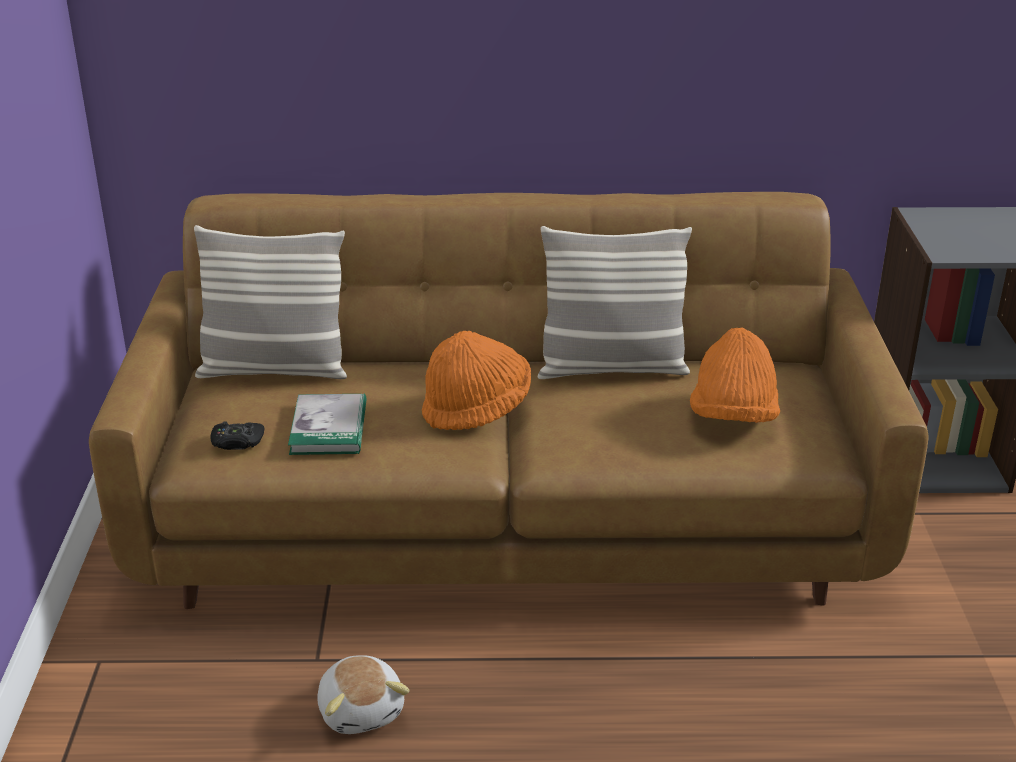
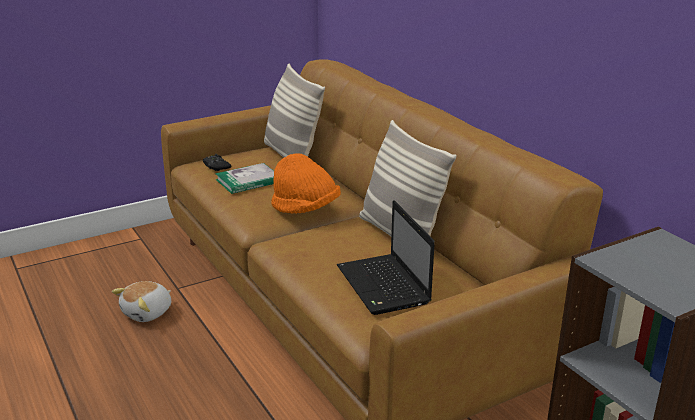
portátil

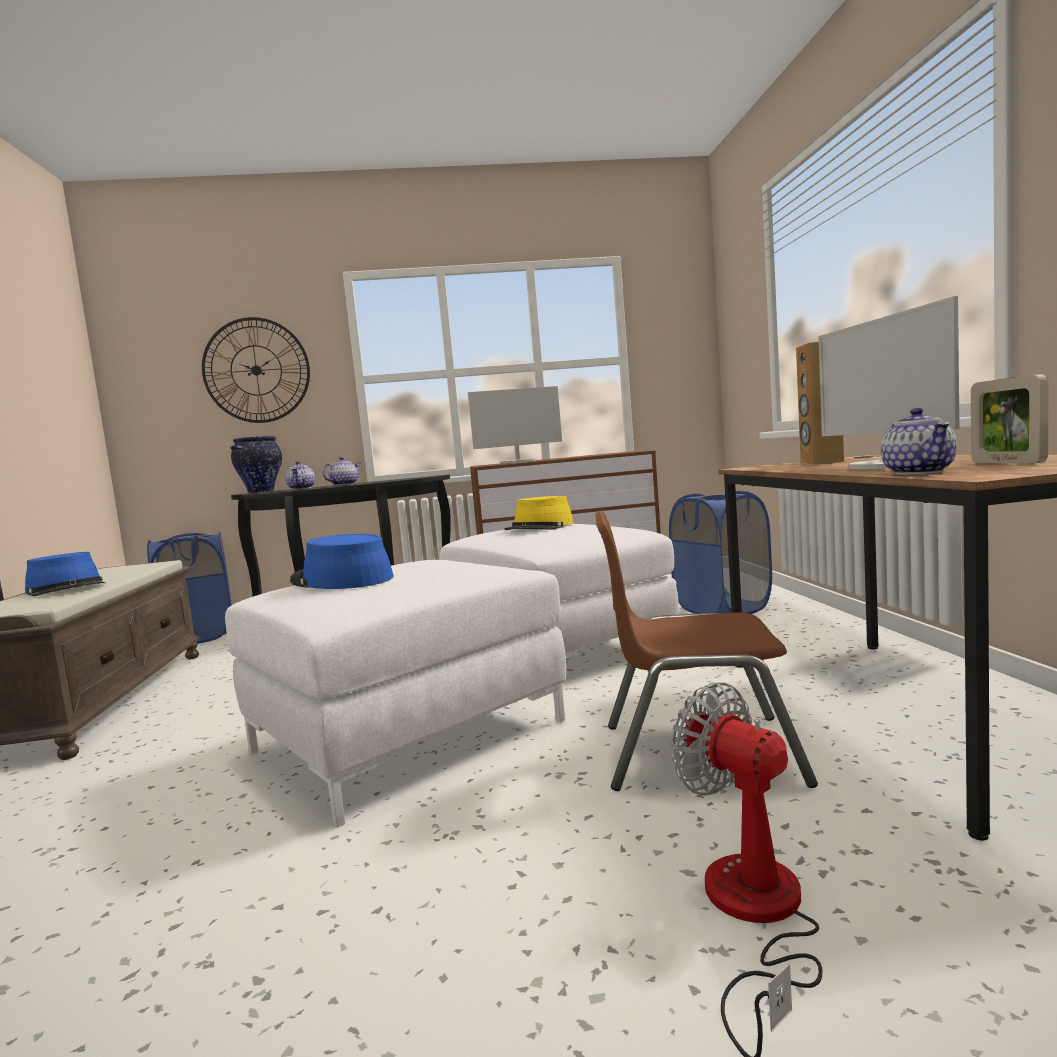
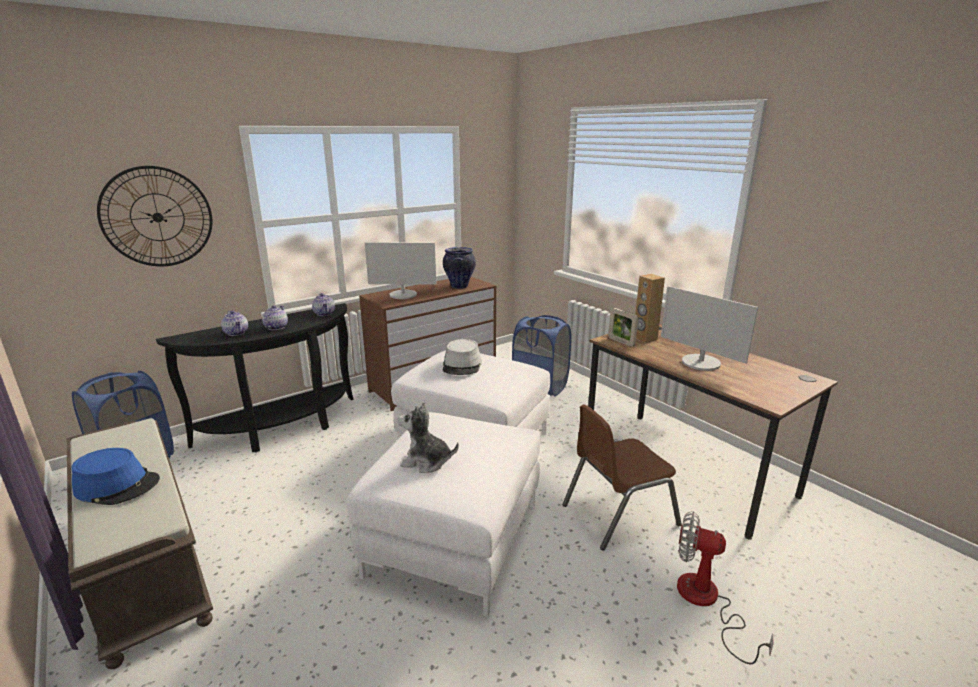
tetera (3rd from left)
monitor (1st from left)
peluche
florero
sombrero (gris)
portarretratos

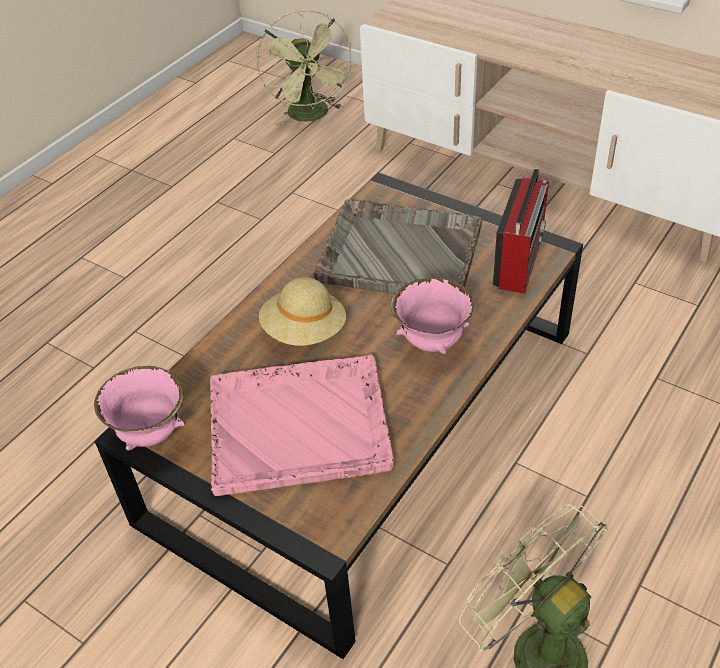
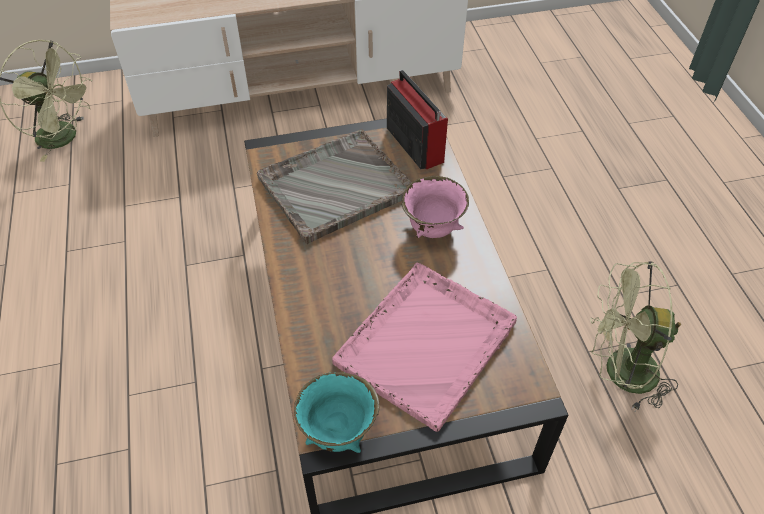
cuenco (turquesa)
sombrero (beis)

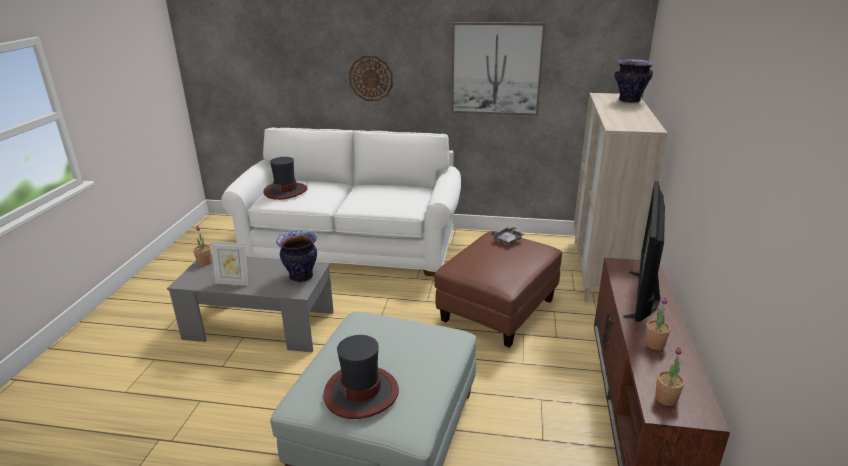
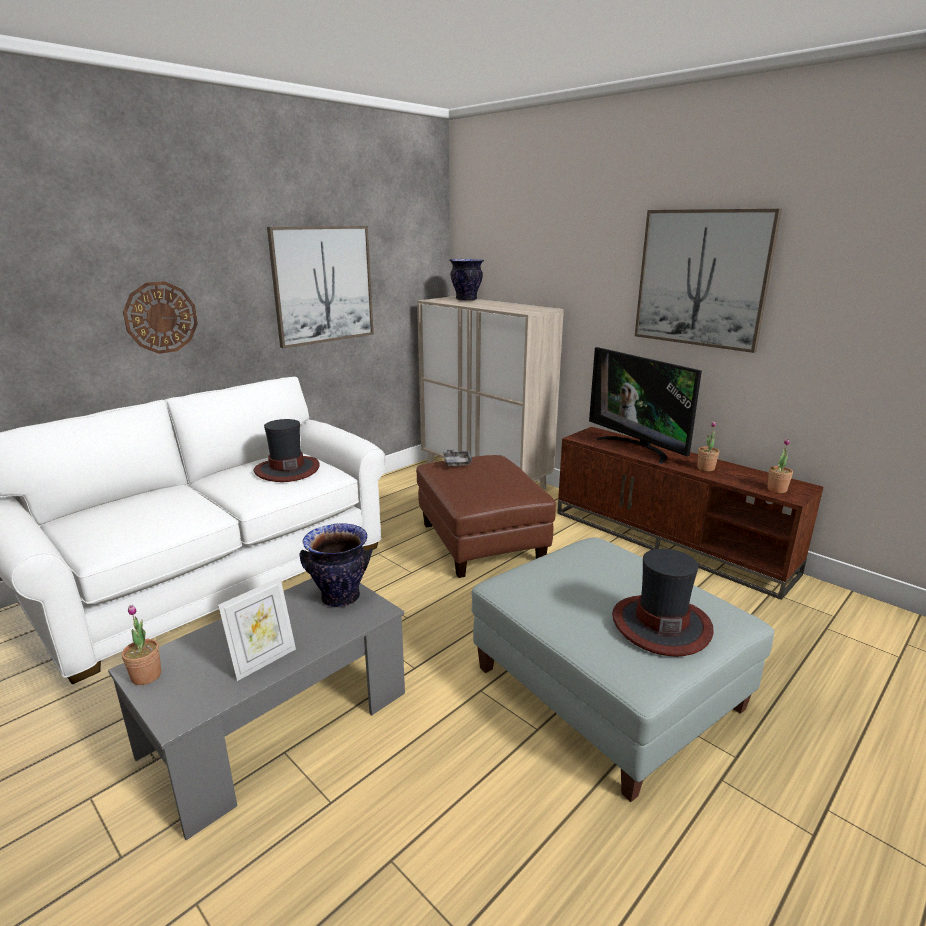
sombrero (1st from left)
cuadro (2nd from left)

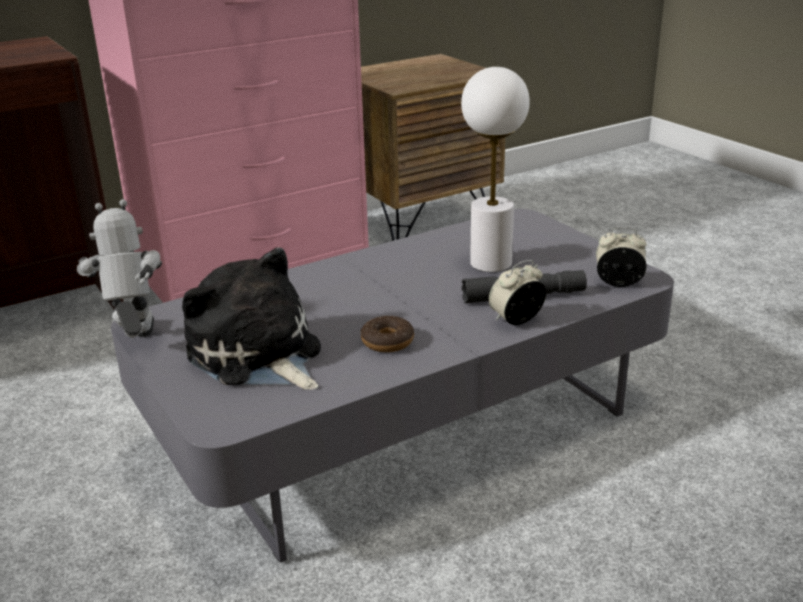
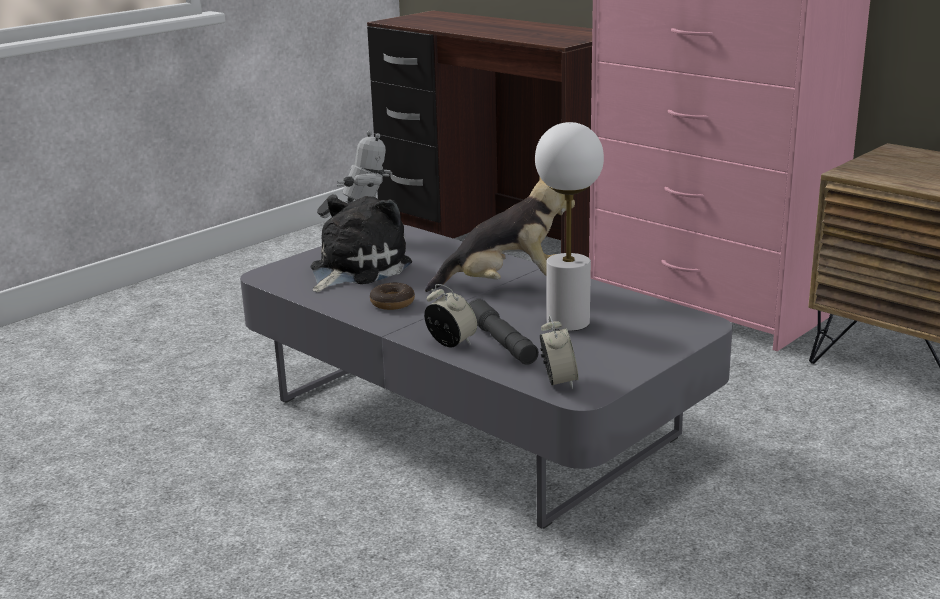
peluche (2nd from left)

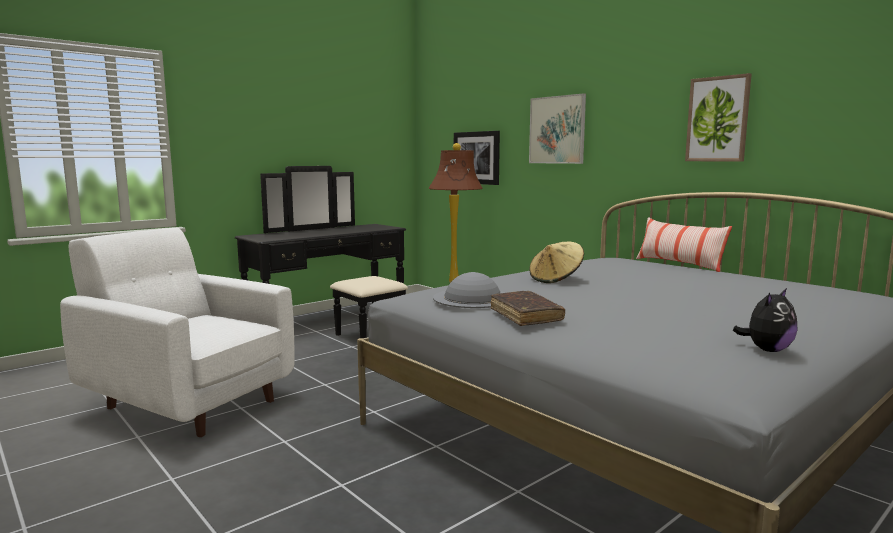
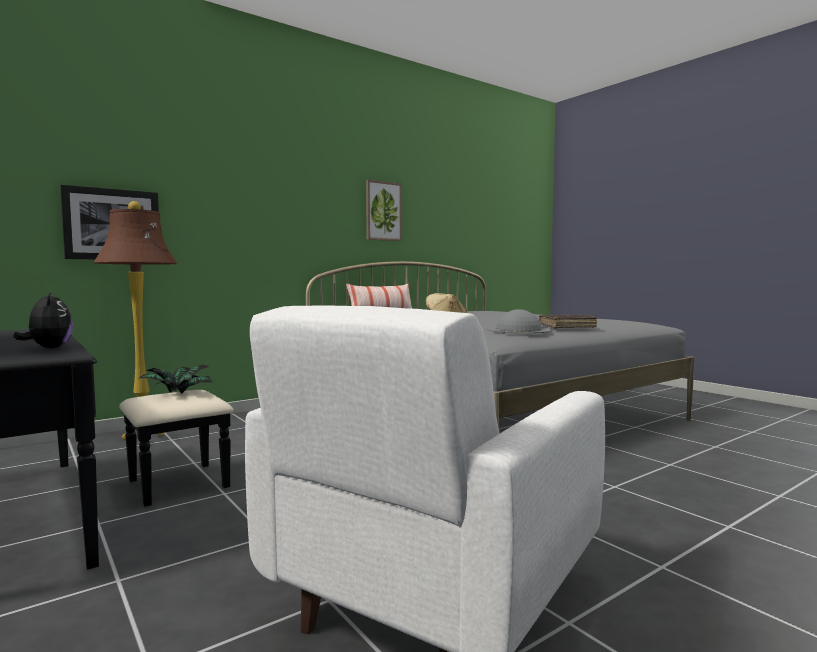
peluche
planta en maceta
cuadro (2nd from left in the first image)

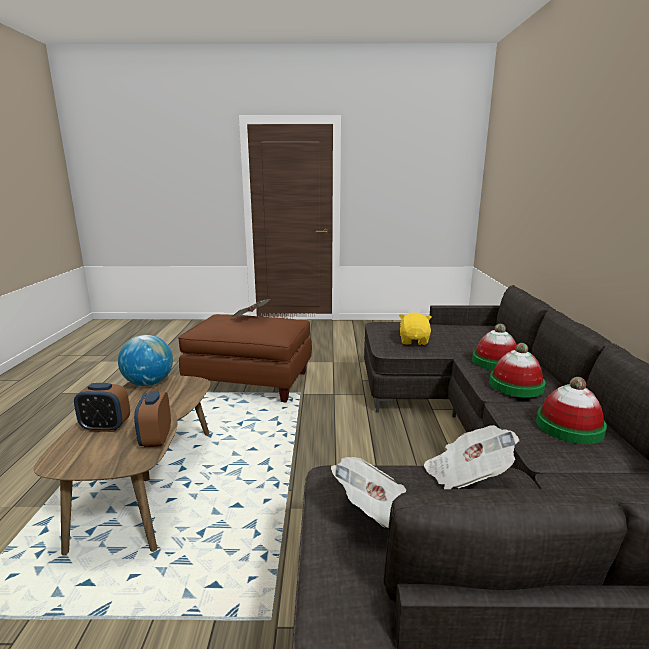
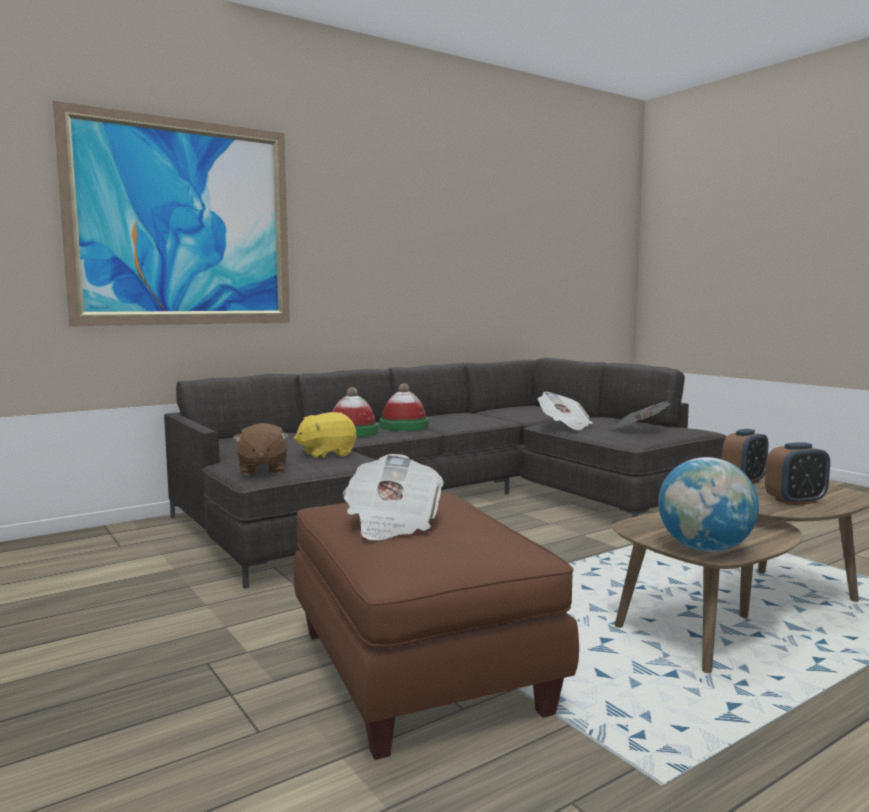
cuadro
peluche (marrón)
despertador (2nd from left)
sombrero (3rd from left in the first image)

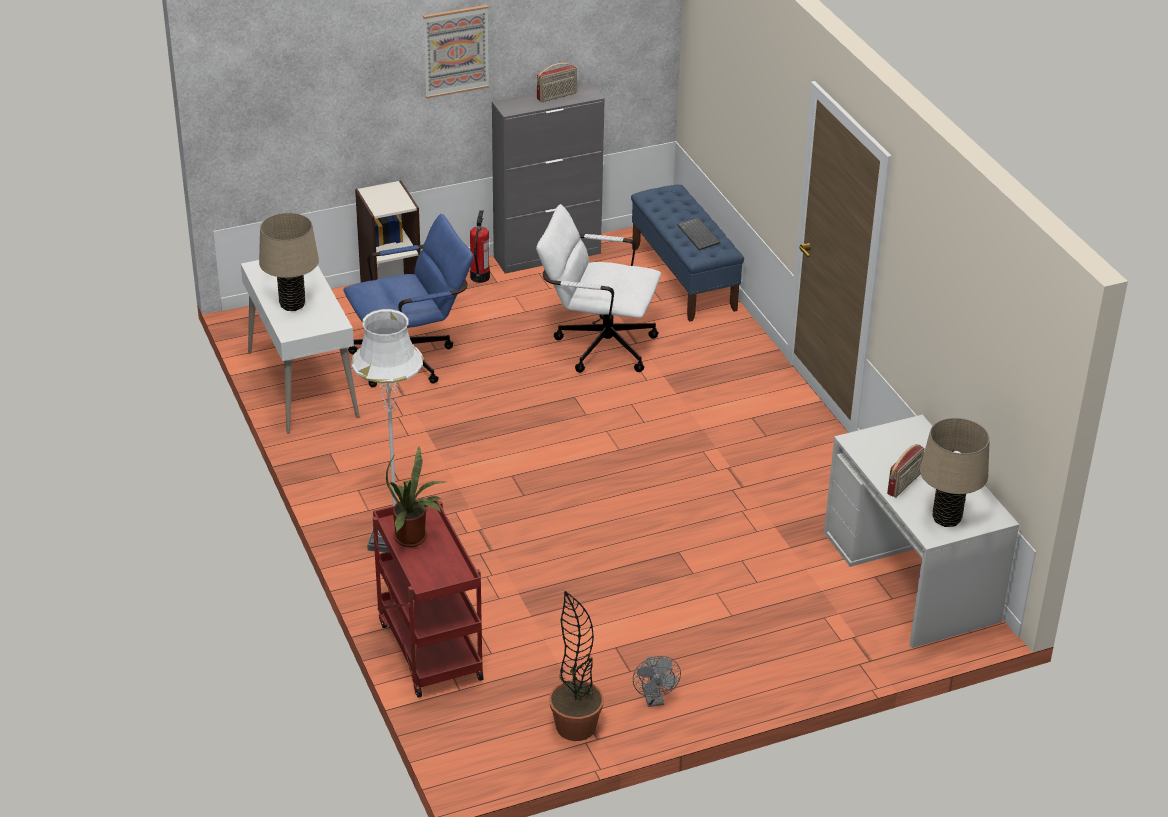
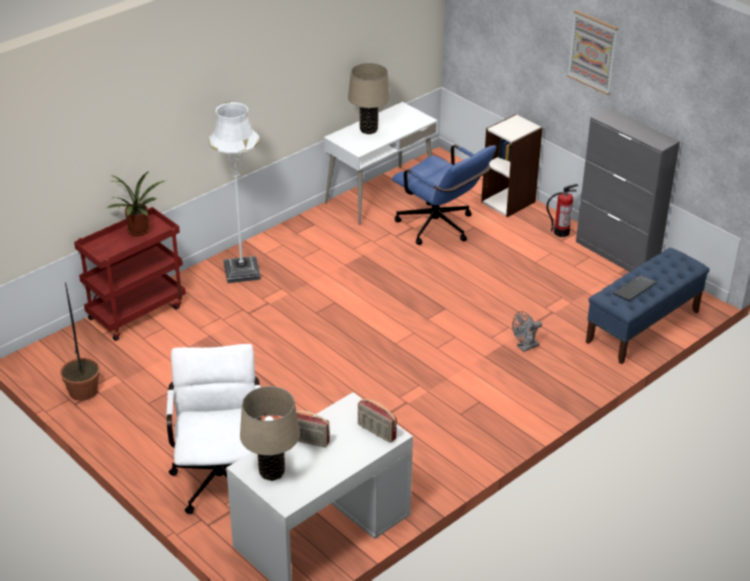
silla de oficina (blanco)
radio (2nd from left)
ventilador (gris)

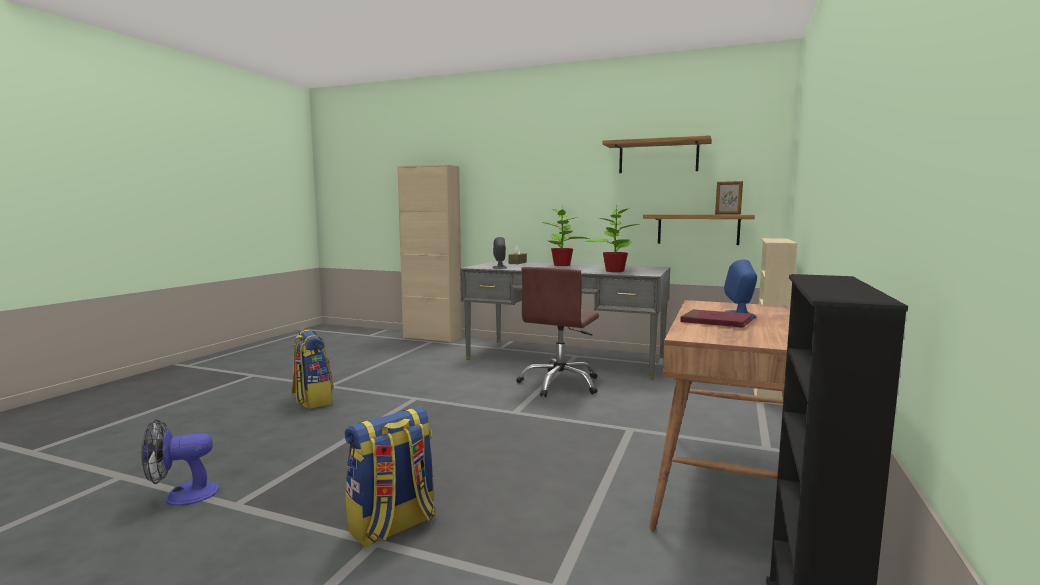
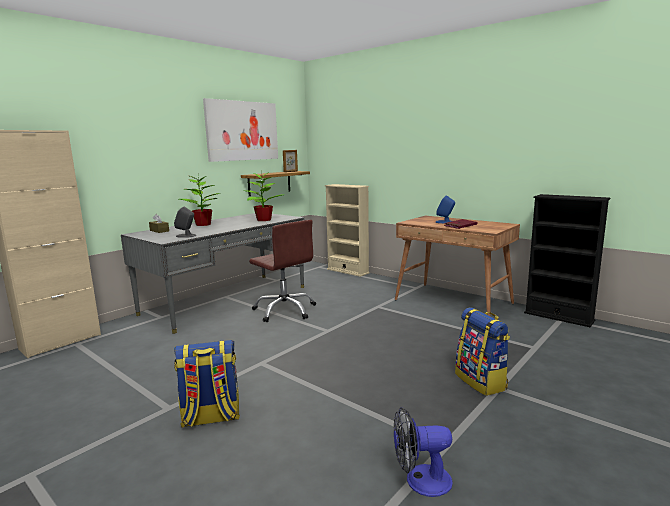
cuadro
ventilador

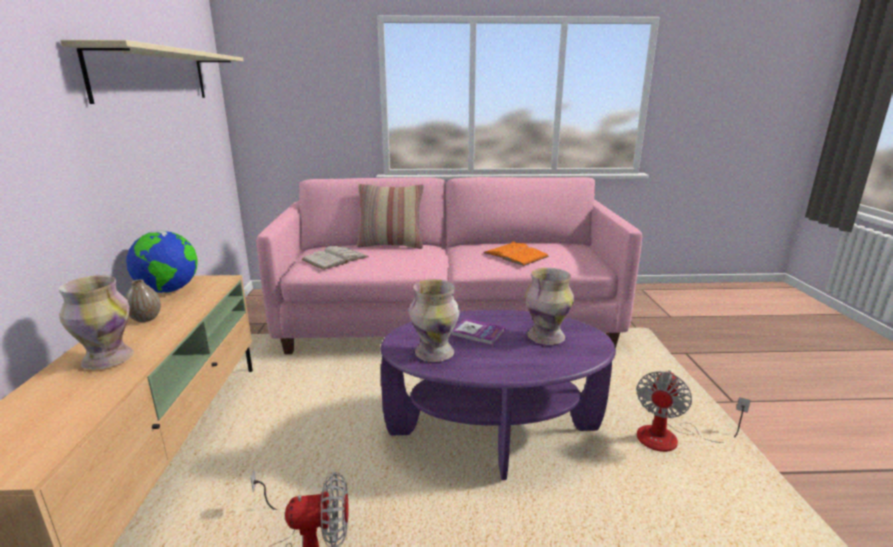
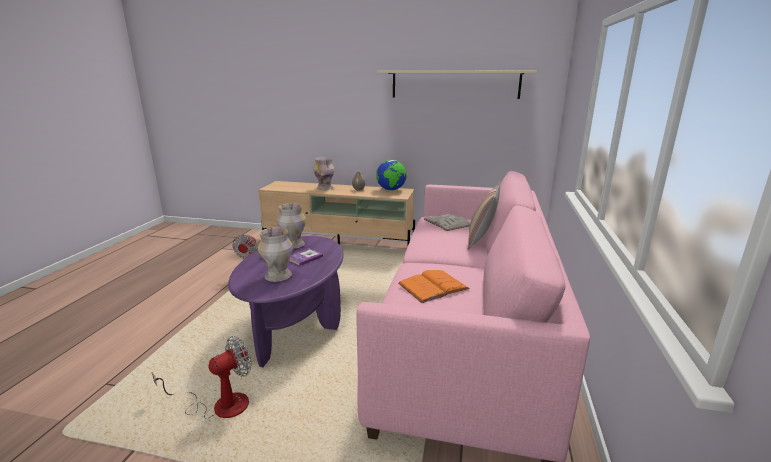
ventilador (1st from left)

